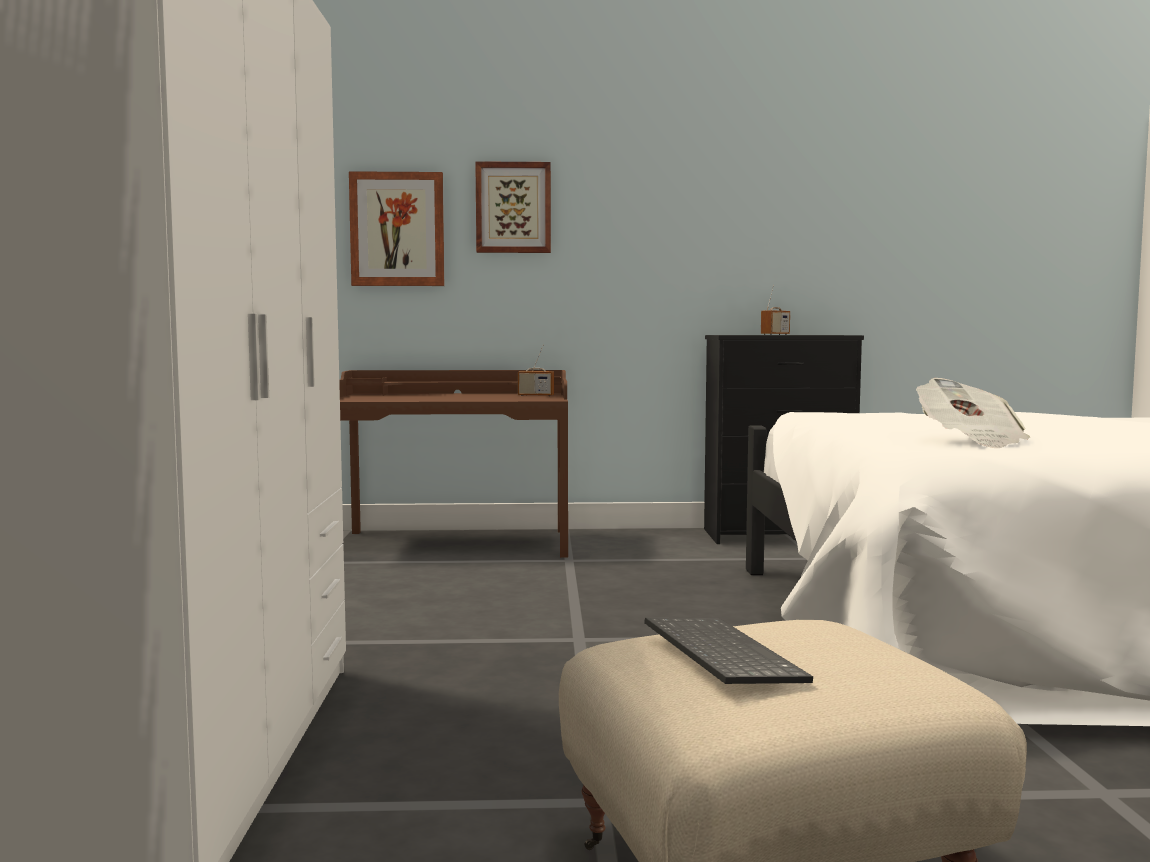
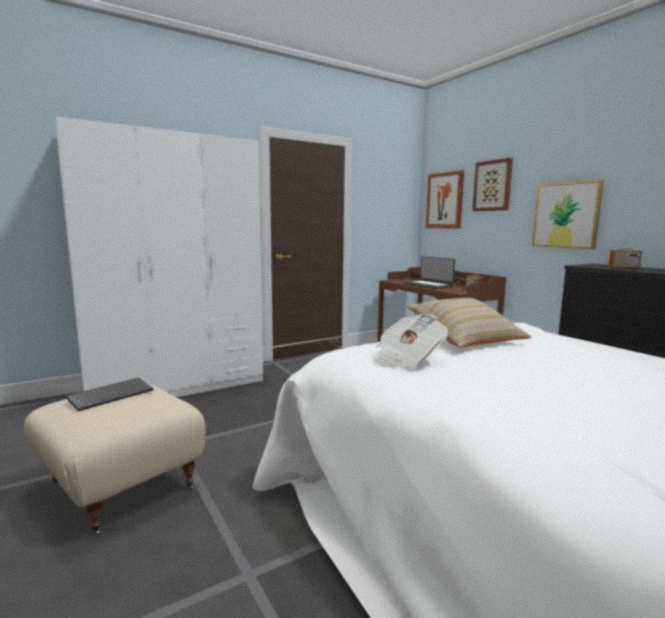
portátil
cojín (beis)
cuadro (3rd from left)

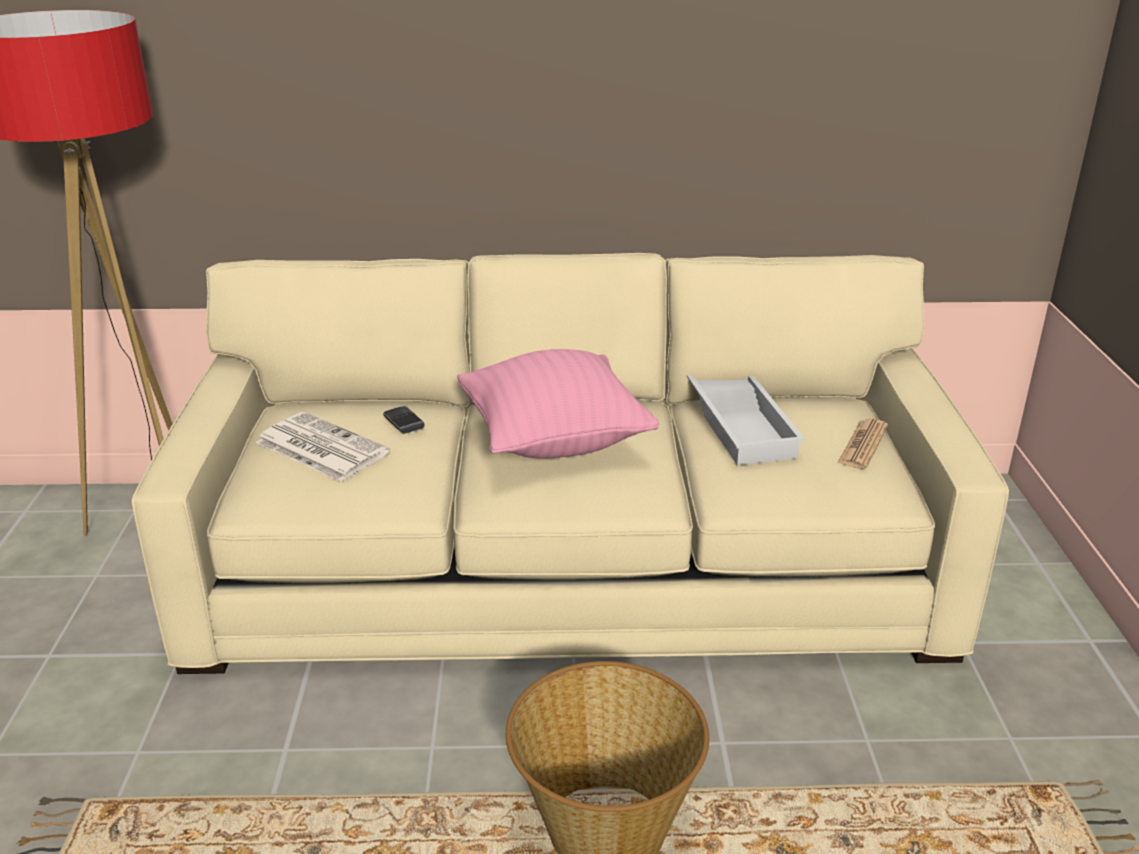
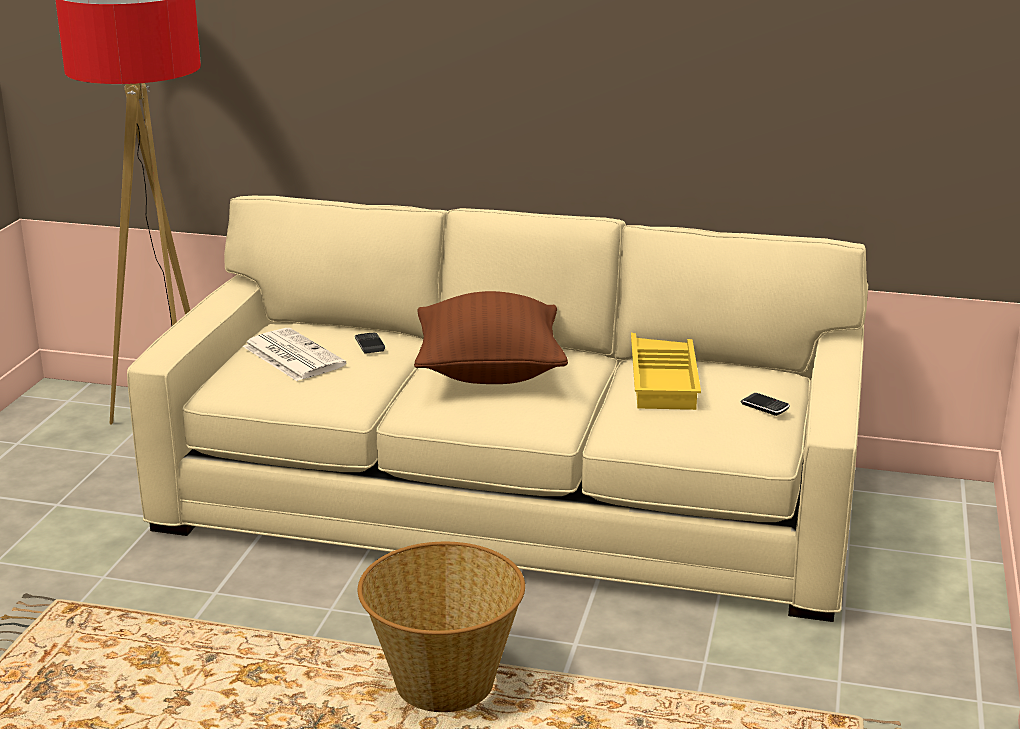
cojín (marrón)
bandeja (amarillo)
móvil (2nd from left)

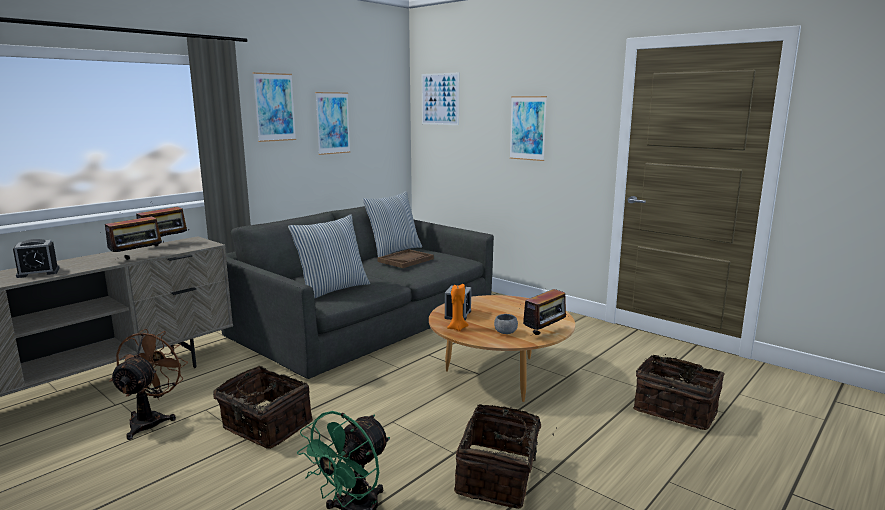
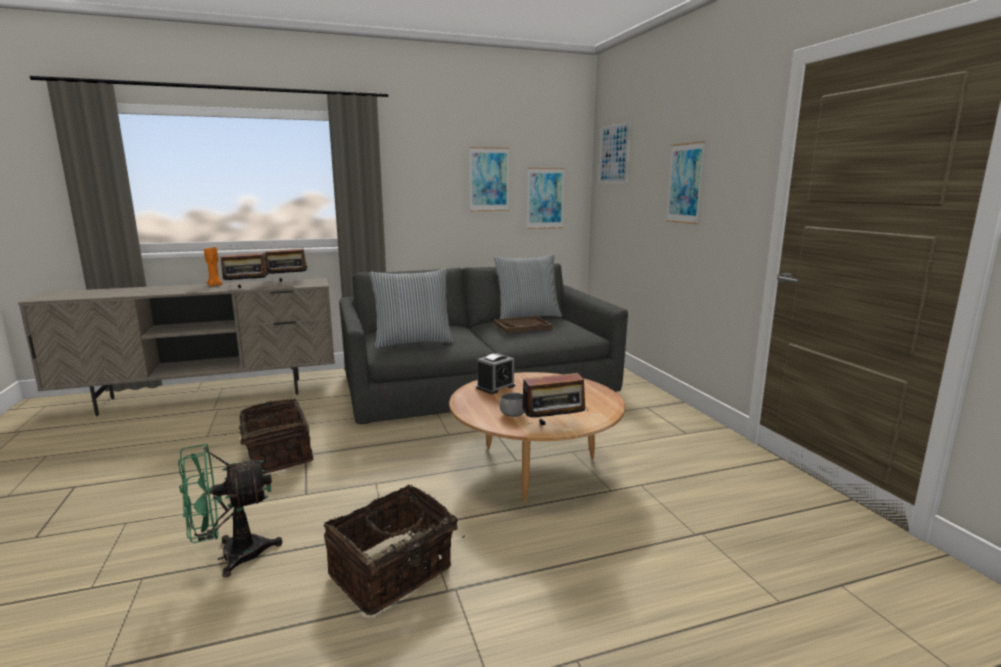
vela (naranja)
cuadro (2nd from left)
despertador (1st from left in the first image)
ventilador (marrón)
cesta (3rd from left in the first image)

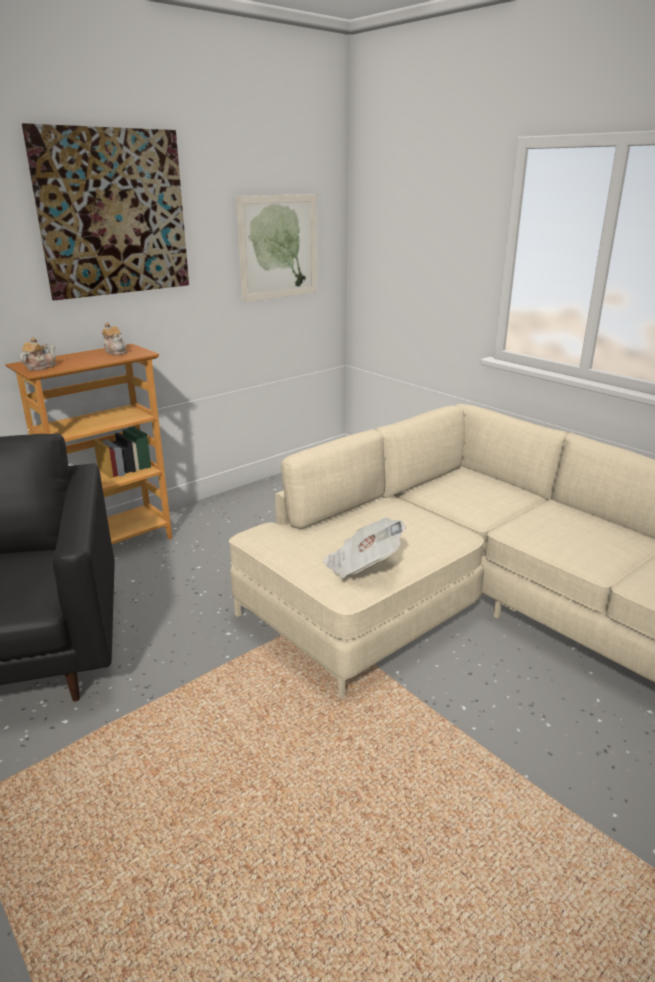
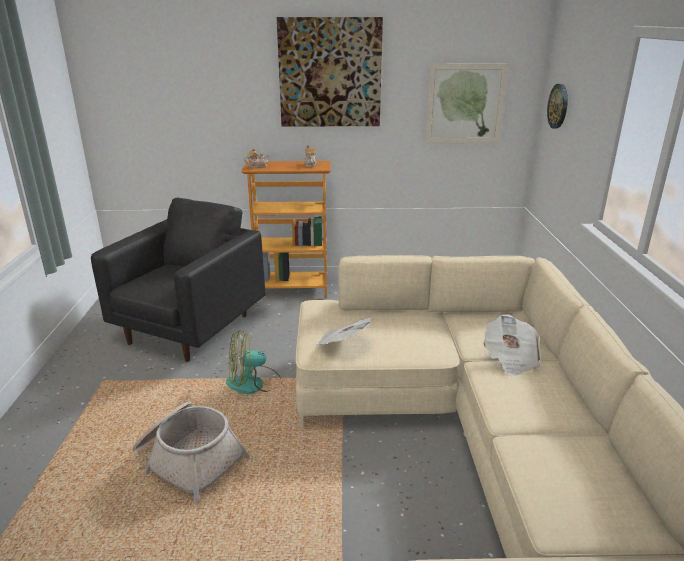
cesta
ventilador
periódico (2nd from left)
reloj de pared

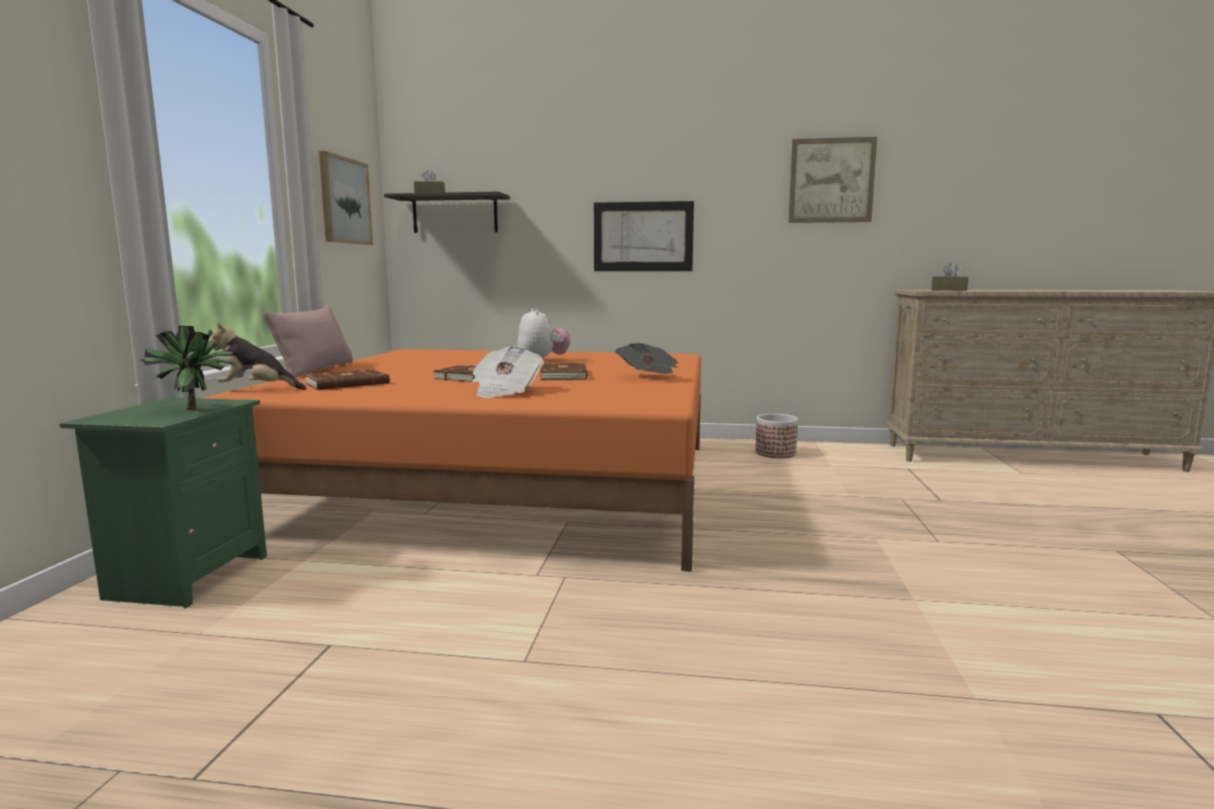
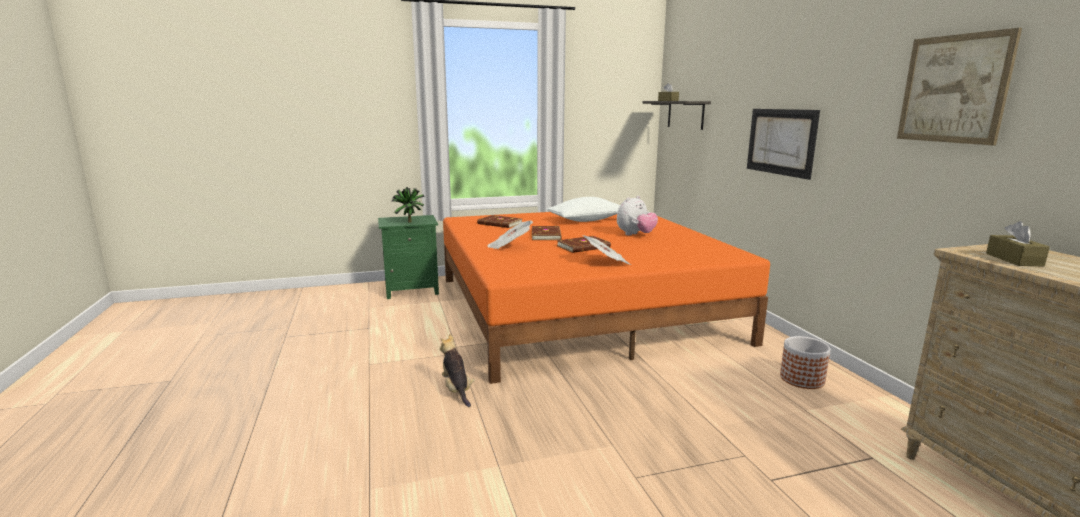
peluche (1st from left)
cojín (blanco)
cojín (rosa)
cuadro (1st from left in the first image)

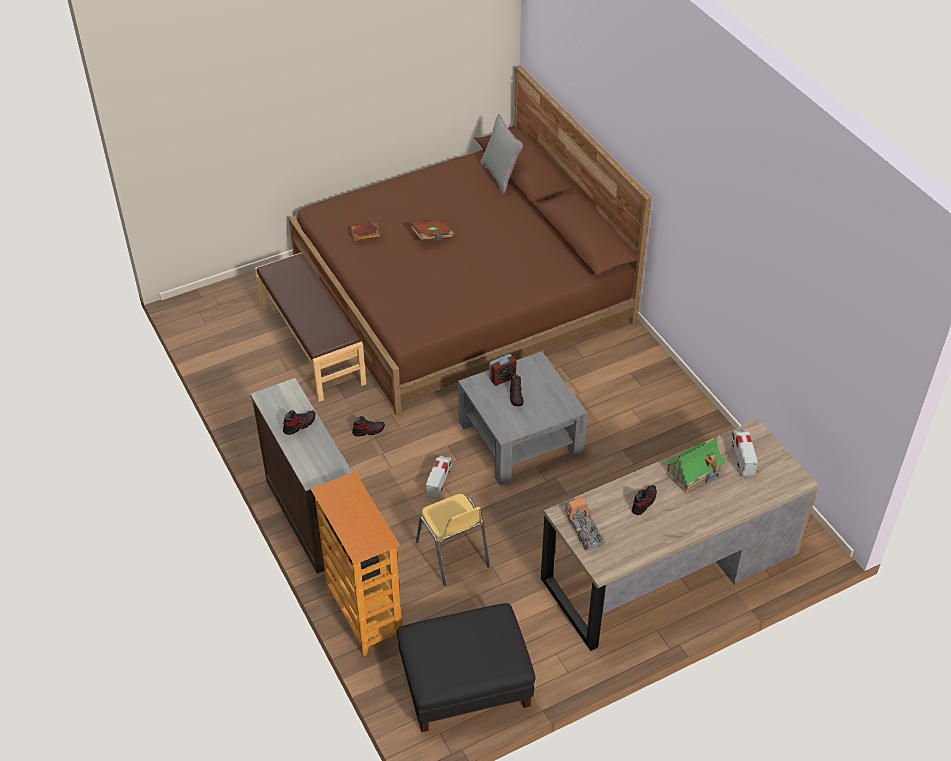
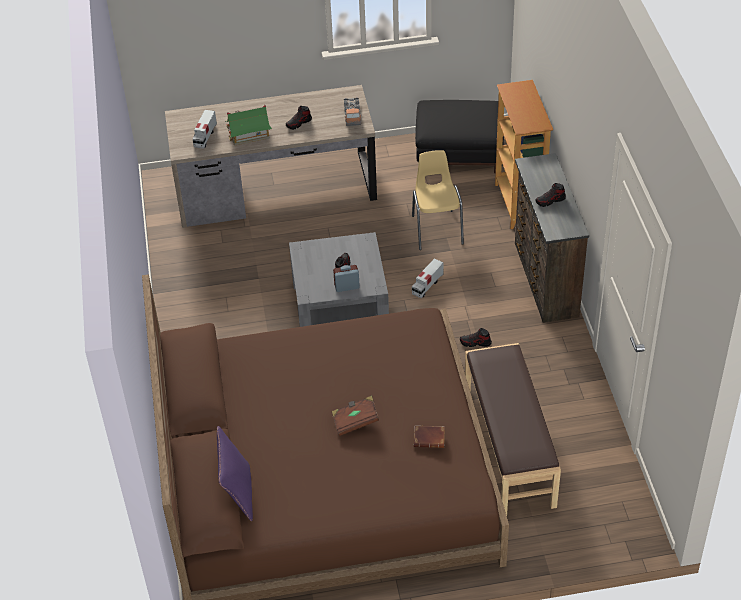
cojín (morado)

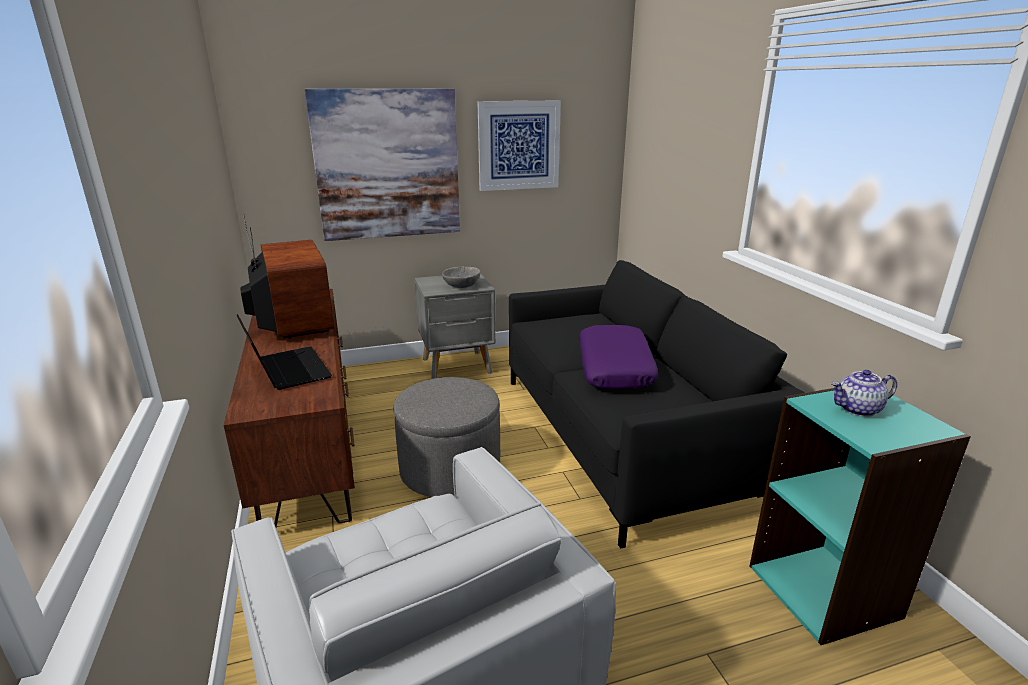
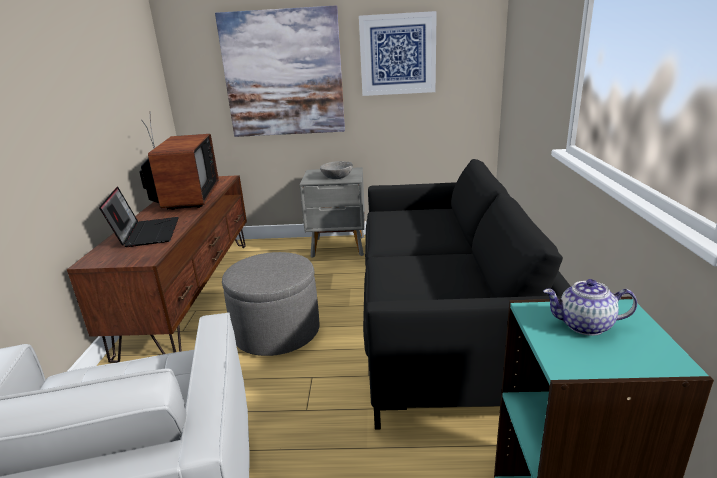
cojín (morado)

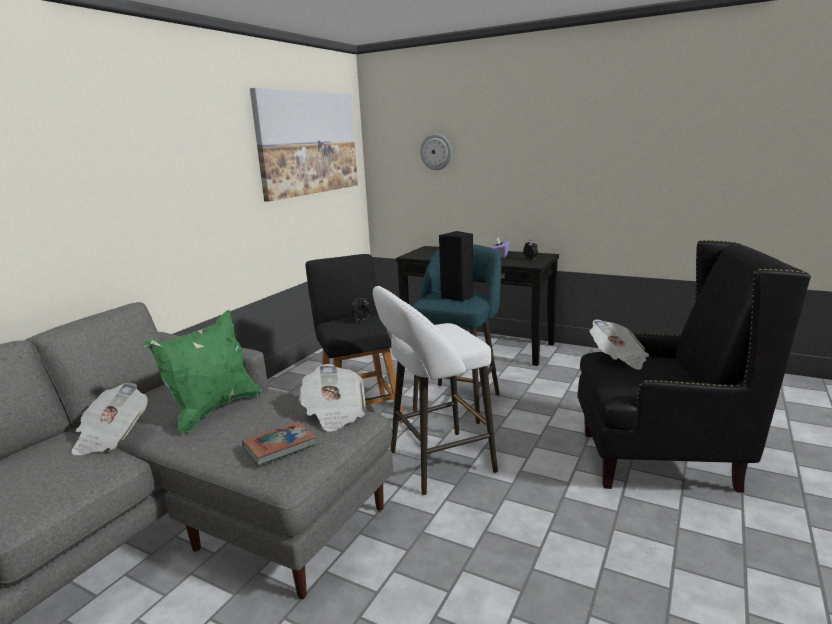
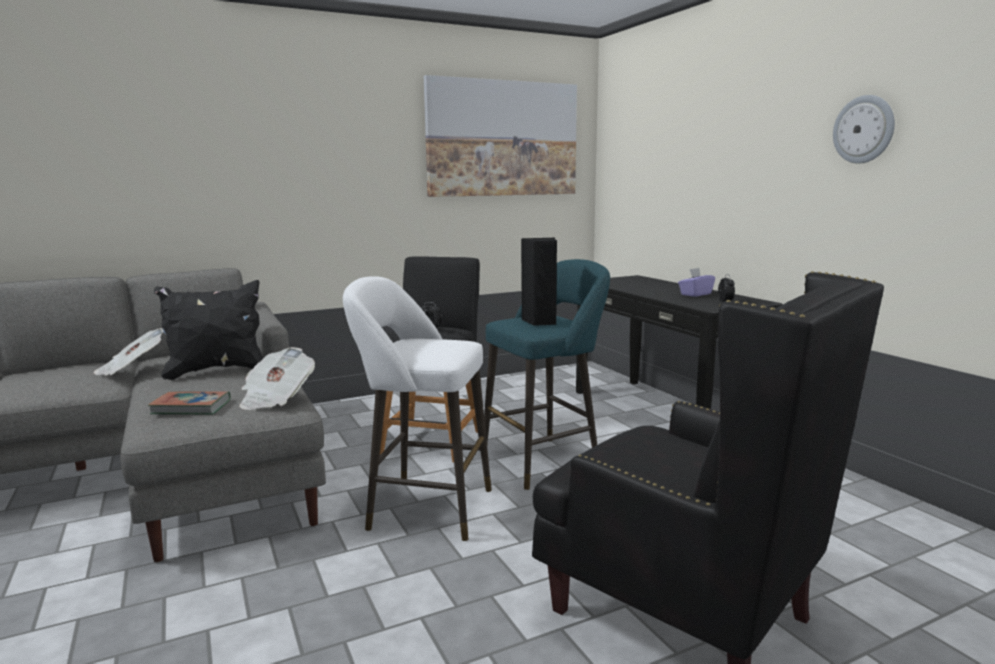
cojín (negro)
reloj de pared
periódico (3rd from left in the first image)

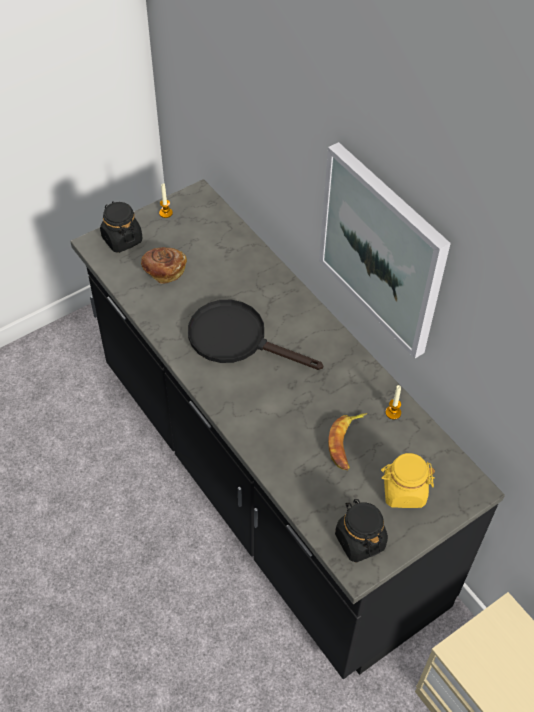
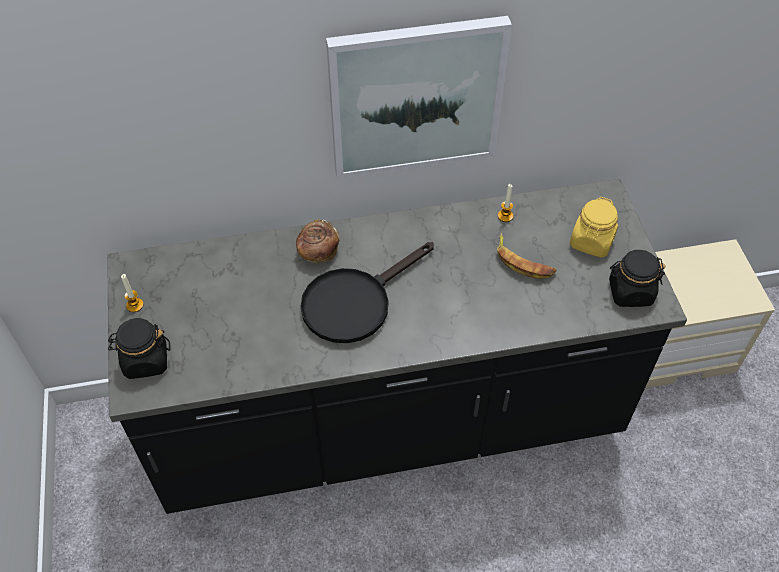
pan

